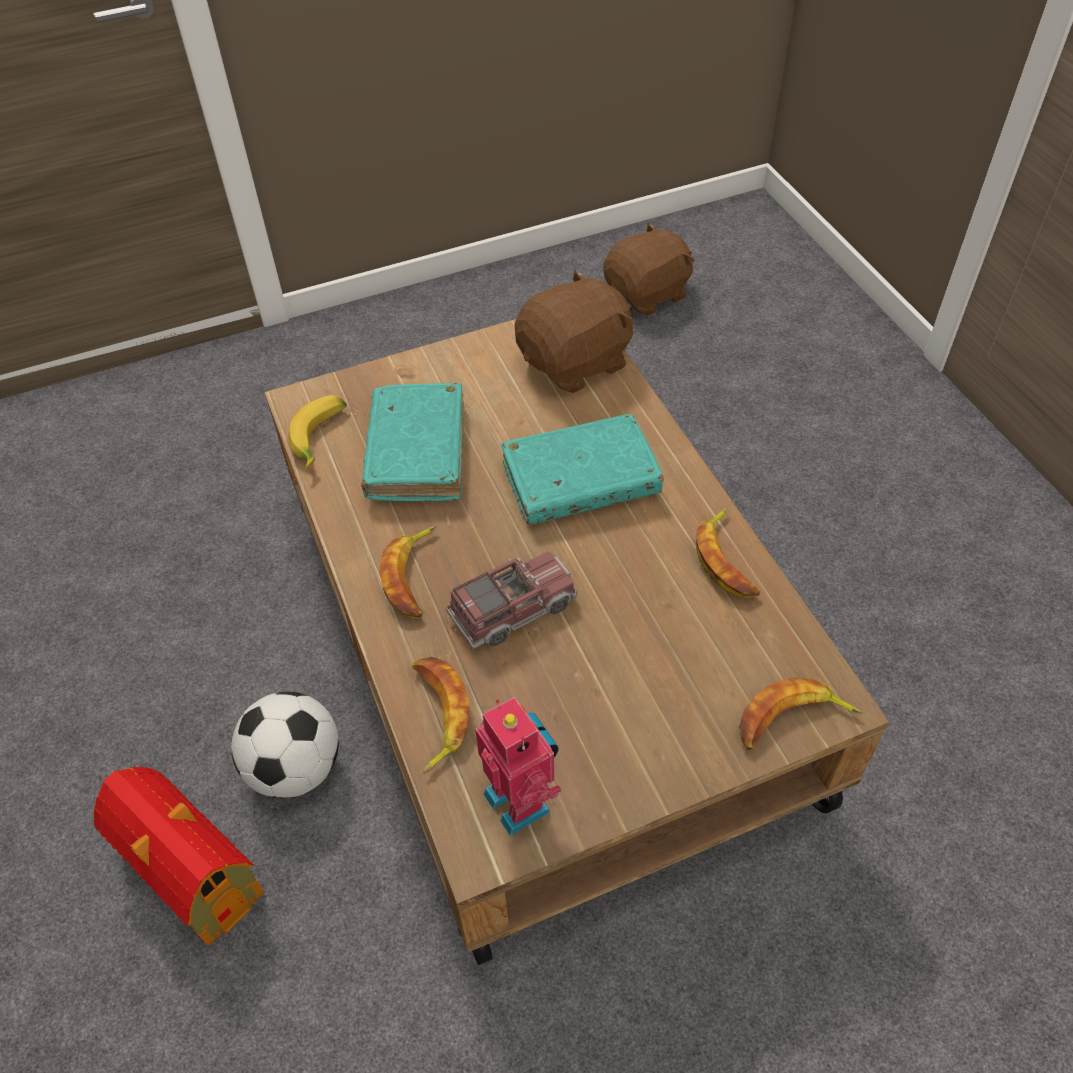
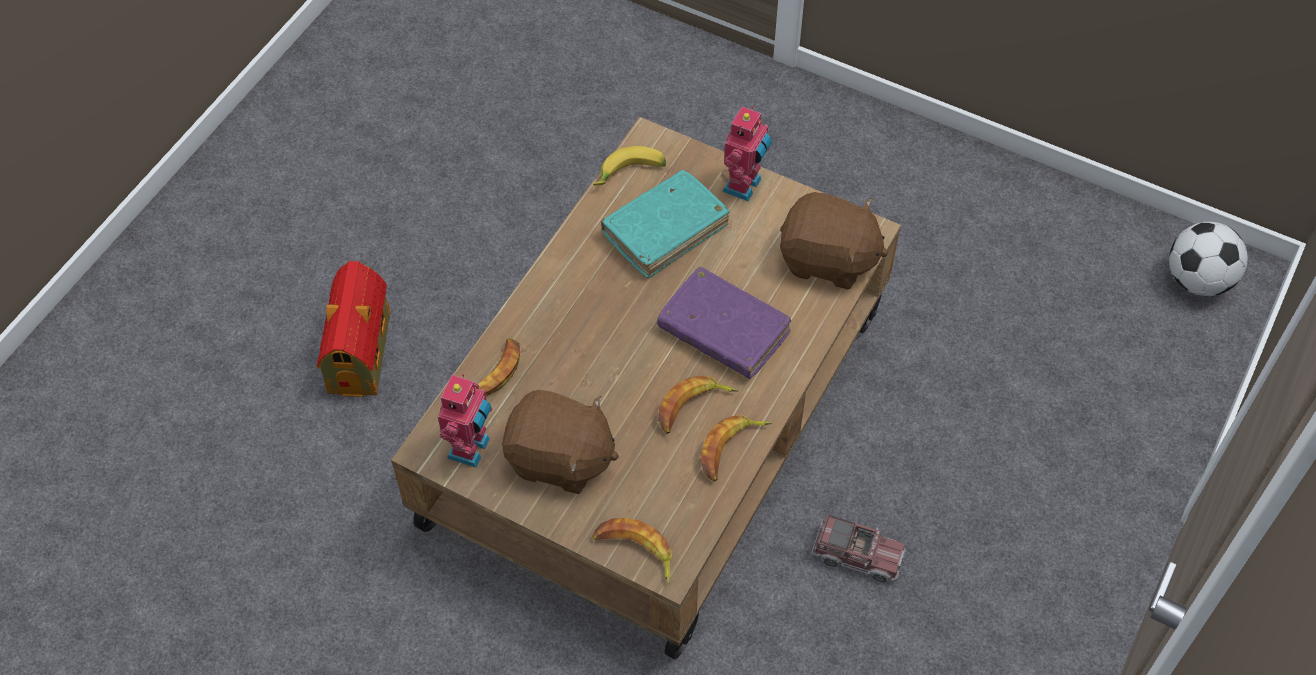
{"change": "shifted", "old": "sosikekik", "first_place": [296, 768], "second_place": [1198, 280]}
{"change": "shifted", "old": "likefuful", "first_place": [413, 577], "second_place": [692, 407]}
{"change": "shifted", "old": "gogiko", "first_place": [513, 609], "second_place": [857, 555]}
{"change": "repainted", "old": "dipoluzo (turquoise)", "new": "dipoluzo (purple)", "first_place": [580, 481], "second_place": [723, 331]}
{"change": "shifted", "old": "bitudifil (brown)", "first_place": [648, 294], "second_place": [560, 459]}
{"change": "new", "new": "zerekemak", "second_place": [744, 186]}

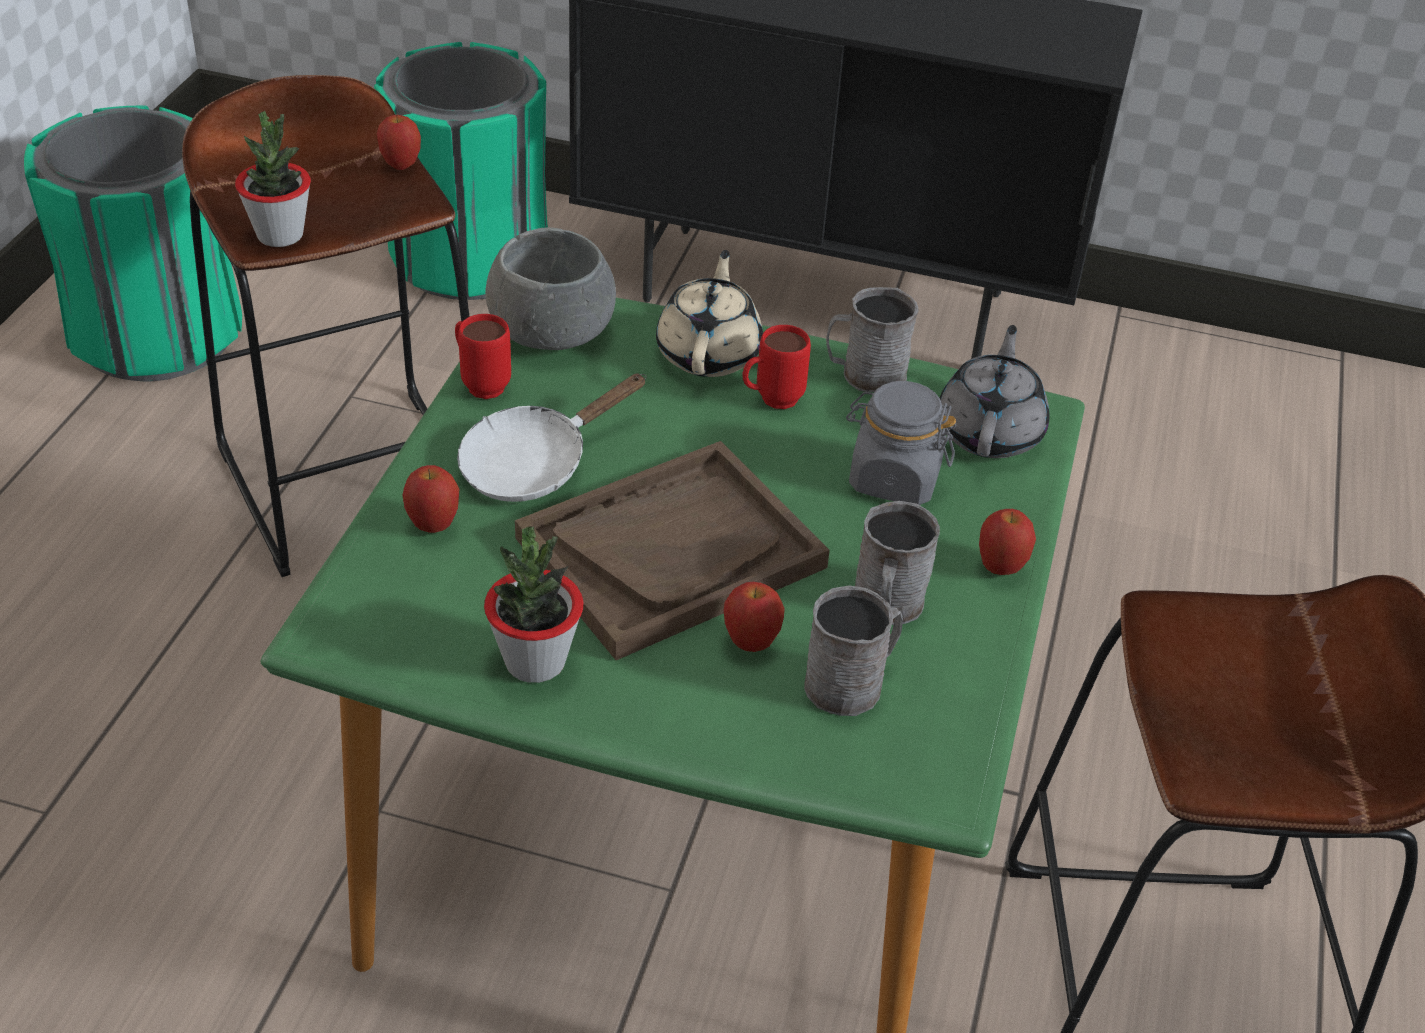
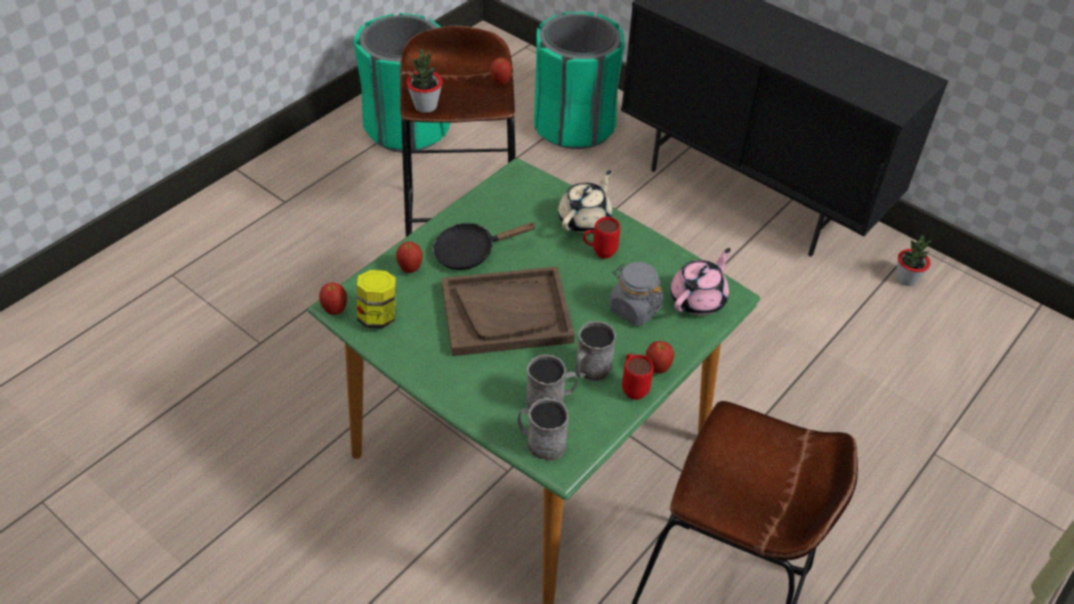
{"change": "shifted", "old": "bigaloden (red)", "first_place": [480, 383], "second_place": [633, 387]}
{"change": "repainted", "old": "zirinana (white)", "new": "zirinana (black)", "first_place": [534, 463], "second_place": [471, 252]}
{"change": "shifted", "old": "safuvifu", "first_place": [535, 662], "second_place": [906, 279]}
{"change": "gone", "old": "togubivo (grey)", "first_place": [551, 328]}
{"change": "shifted", "old": "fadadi", "first_place": [750, 643], "second_place": [335, 310]}
{"change": "shifted", "old": "bigaloden (grey)", "first_place": [865, 374], "second_place": [541, 443]}
{"change": "repainted", "old": "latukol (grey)", "new": "latukol (pink)", "first_place": [990, 431], "second_place": [698, 299]}
{"change": "new", "new": "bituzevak", "second_place": [378, 316]}

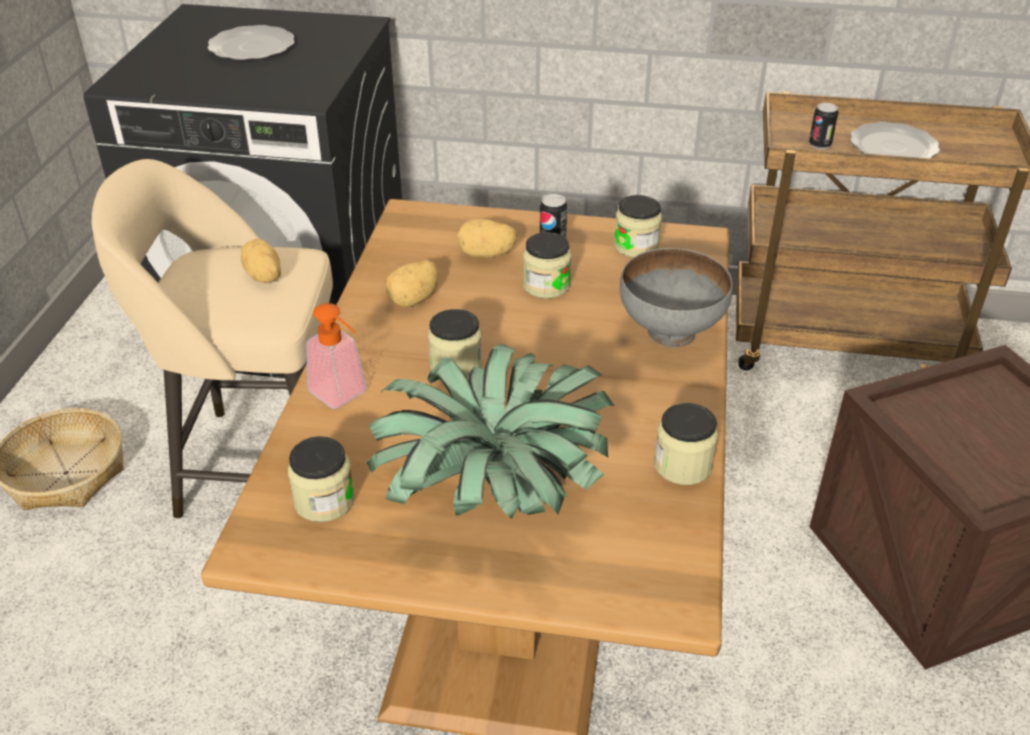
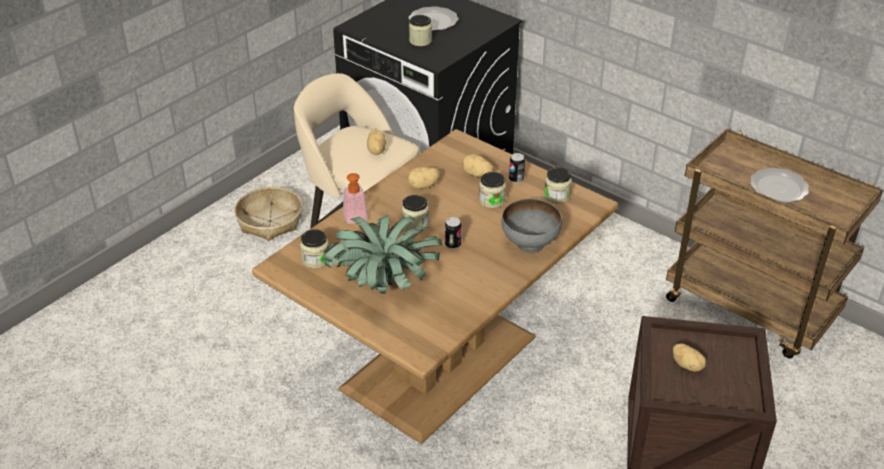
{"change": "shifted", "old": "bituzevak", "first_place": [682, 465], "second_place": [420, 41]}
{"change": "shifted", "old": "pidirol", "first_place": [819, 145], "second_place": [453, 244]}
{"change": "new", "new": "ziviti", "second_place": [687, 365]}

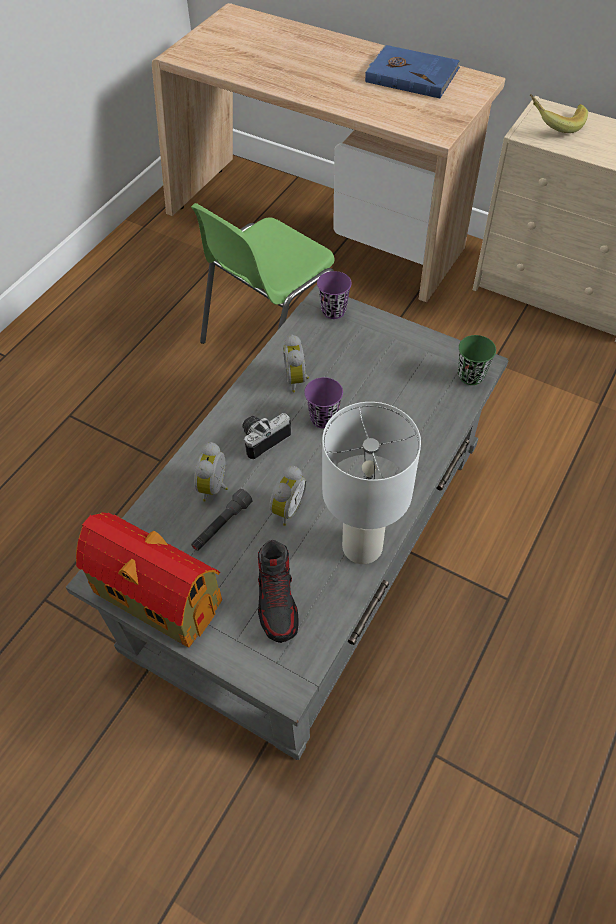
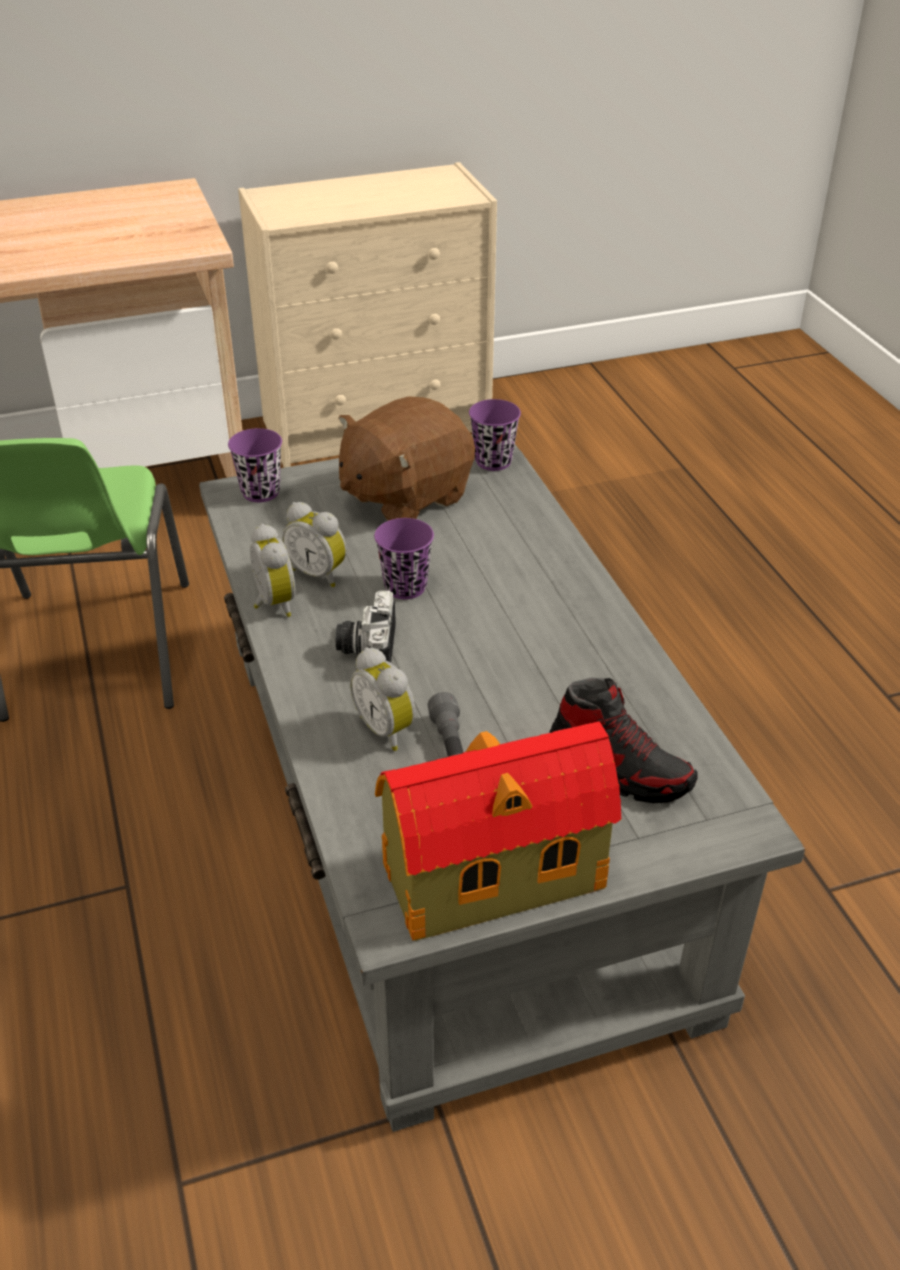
{"change": "shifted", "old": "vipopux", "first_place": [286, 508], "second_place": [272, 604]}
{"change": "gone", "old": "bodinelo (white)", "first_place": [361, 546]}
{"change": "gone", "old": "dipoluzo (blue)", "first_place": [411, 75]}
{"change": "repainted", "old": "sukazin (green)", "new": "sukazin (purple)", "first_place": [471, 376], "second_place": [493, 461]}
{"change": "gone", "old": "likefuful", "first_place": [554, 124]}
{"change": "new", "new": "bitudifil (brown)", "second_place": [404, 496]}

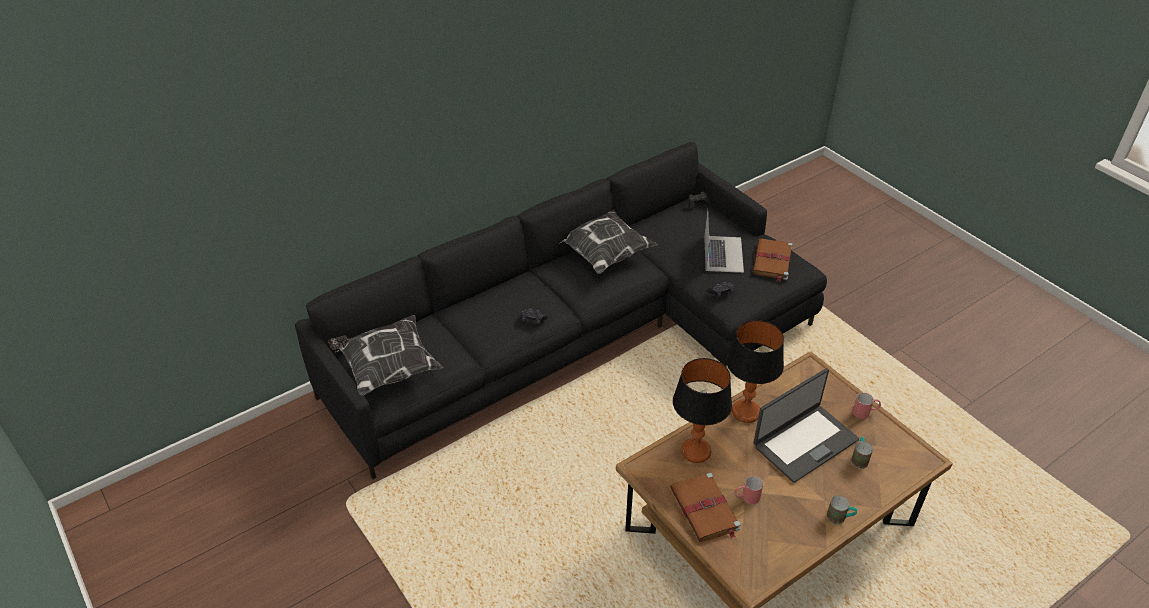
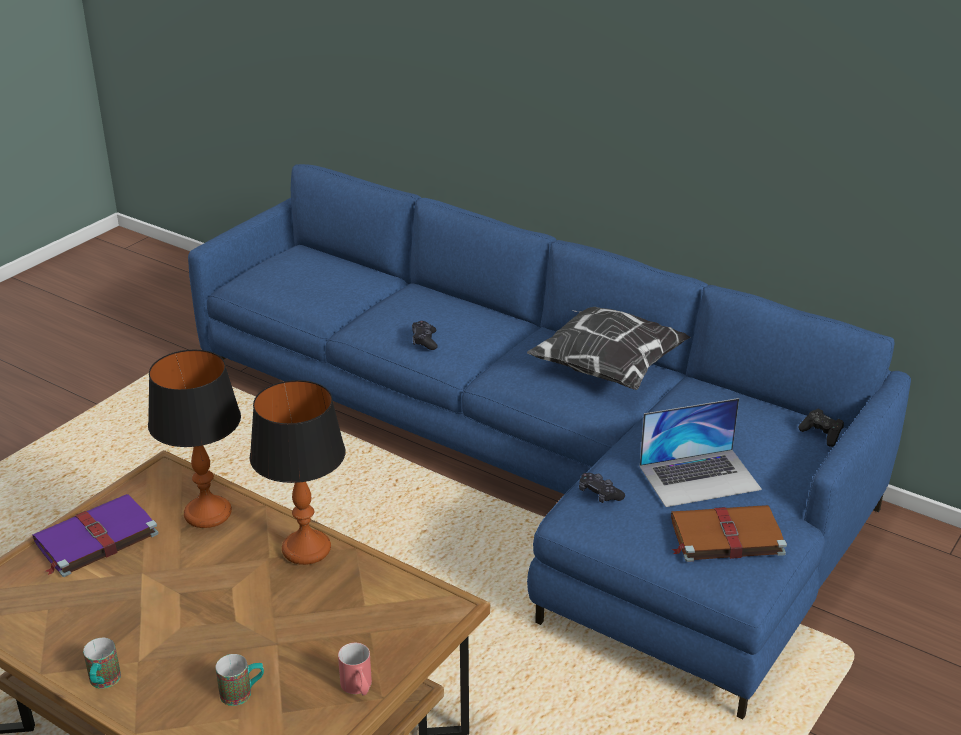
{"change": "repainted", "old": "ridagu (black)", "new": "ridagu (blue)", "first_place": [581, 336], "second_place": [536, 463]}
{"change": "gone", "old": "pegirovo", "first_place": [387, 368]}
{"change": "repainted", "old": "dipoluzo (brown)", "new": "dipoluzo (purple)", "first_place": [705, 510], "second_place": [94, 539]}
{"change": "gone", "old": "bigaloden (red)", "first_place": [746, 498]}
{"change": "gone", "old": "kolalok", "first_place": [804, 442]}

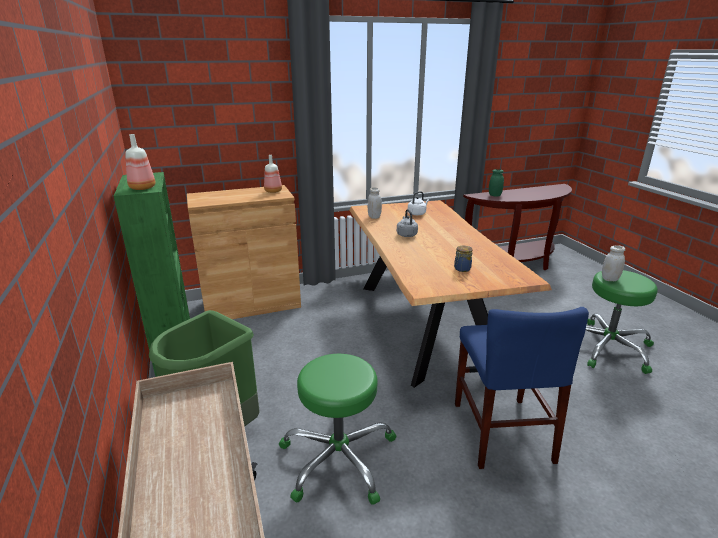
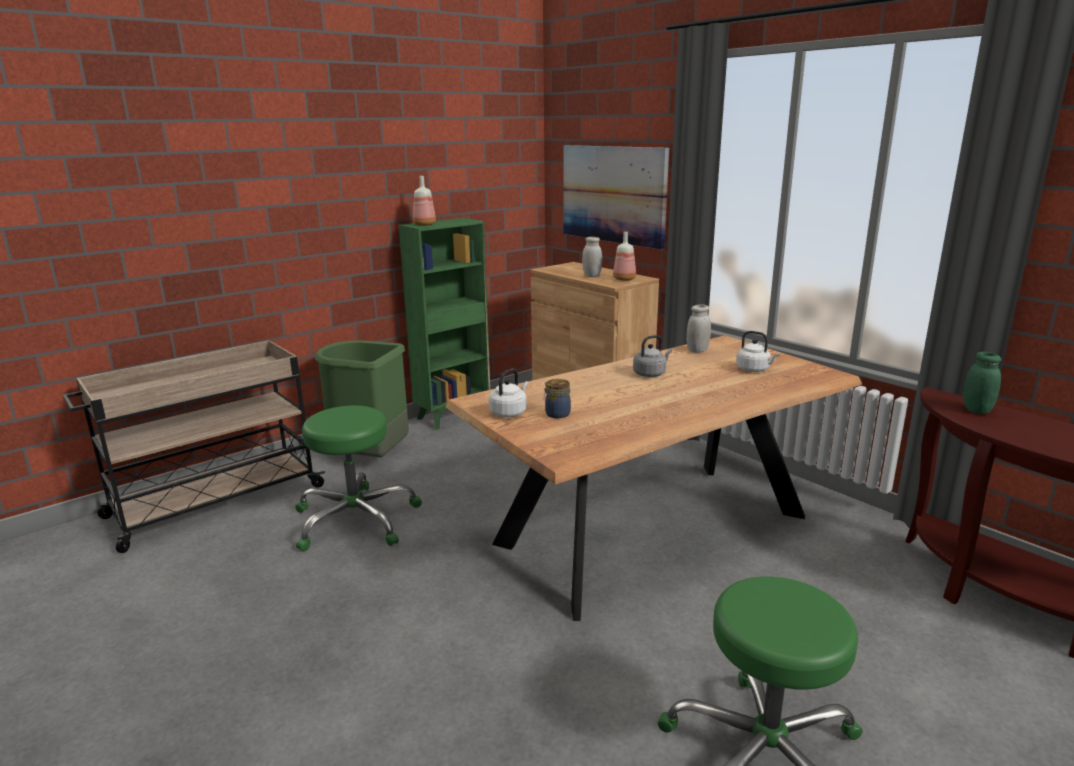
{"change": "gone", "old": "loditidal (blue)", "first_place": [501, 431]}
{"change": "shifted", "old": "bituzevak (white)", "first_place": [610, 279], "second_place": [591, 276]}
{"change": "new", "new": "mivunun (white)", "second_place": [509, 412]}
{"change": "new", "new": "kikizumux", "second_place": [613, 194]}

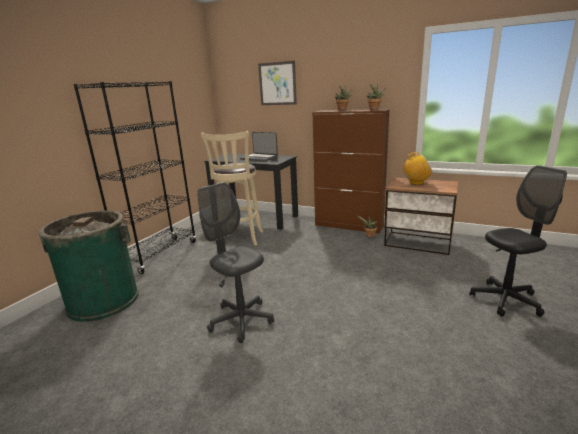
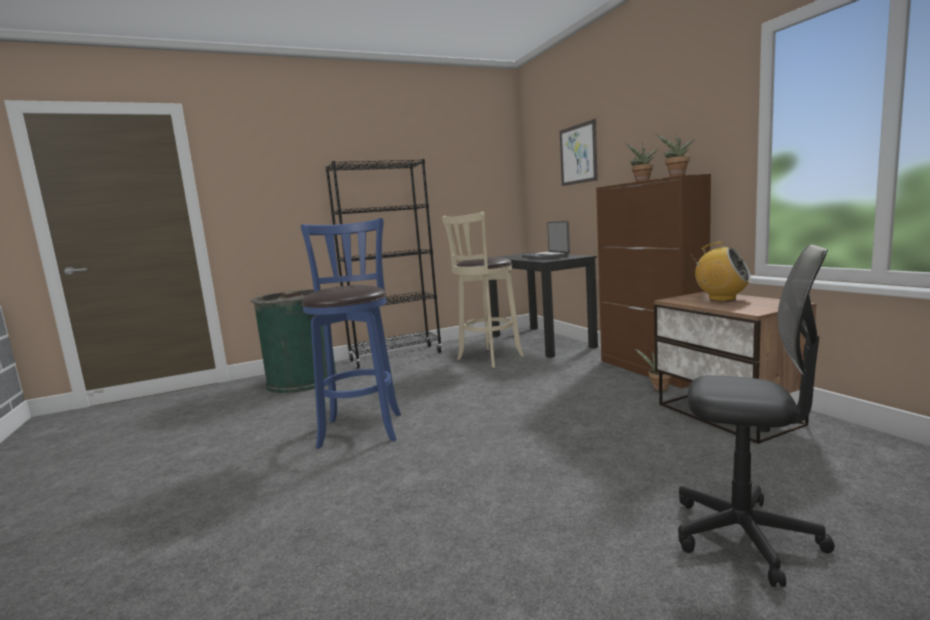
{"change": "swapped", "old": "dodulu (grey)", "new": "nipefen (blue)", "first_place": [241, 320], "second_place": [361, 428]}

